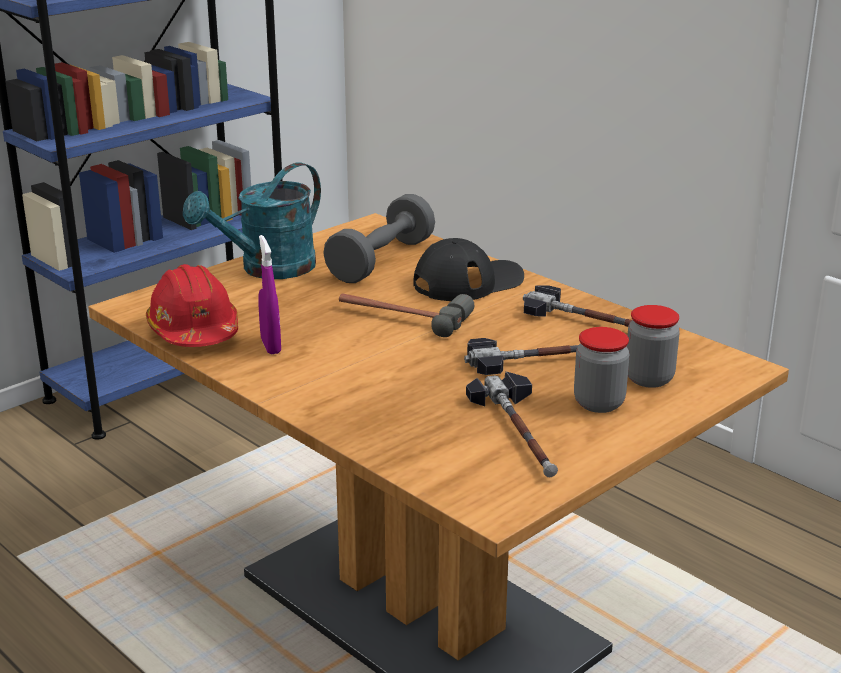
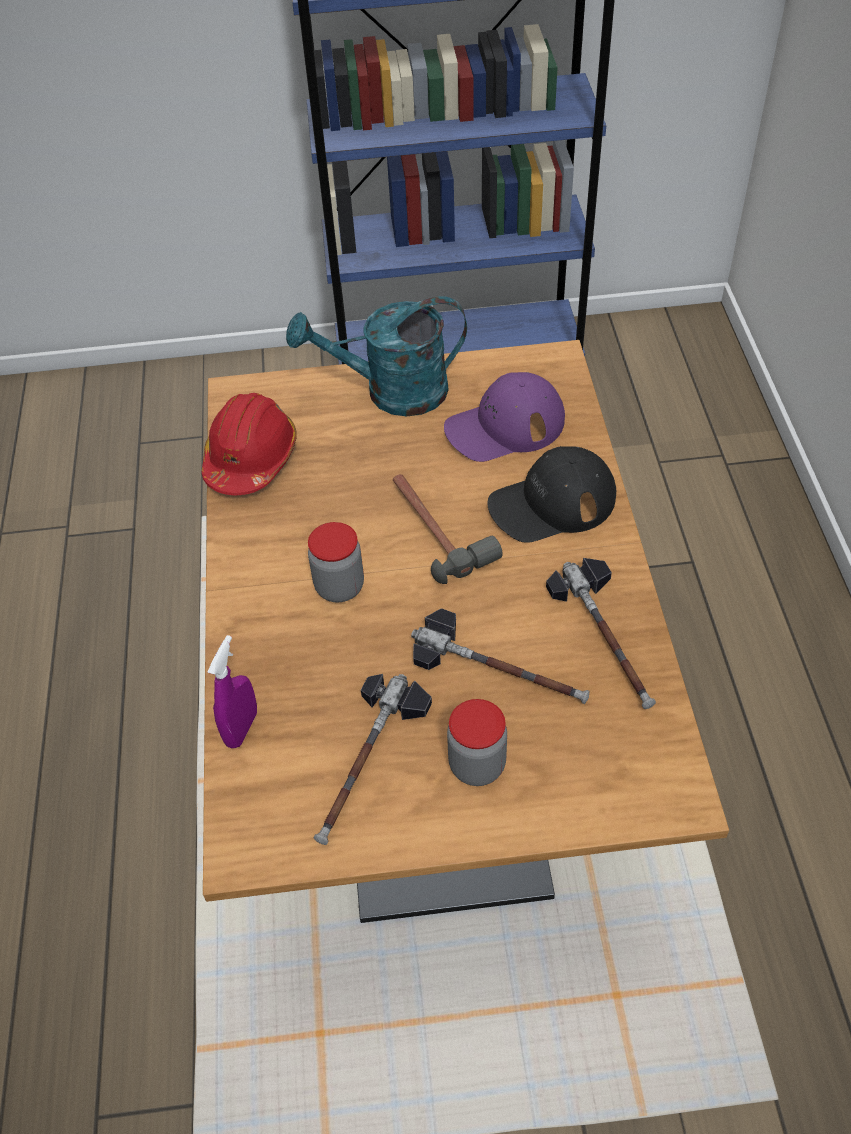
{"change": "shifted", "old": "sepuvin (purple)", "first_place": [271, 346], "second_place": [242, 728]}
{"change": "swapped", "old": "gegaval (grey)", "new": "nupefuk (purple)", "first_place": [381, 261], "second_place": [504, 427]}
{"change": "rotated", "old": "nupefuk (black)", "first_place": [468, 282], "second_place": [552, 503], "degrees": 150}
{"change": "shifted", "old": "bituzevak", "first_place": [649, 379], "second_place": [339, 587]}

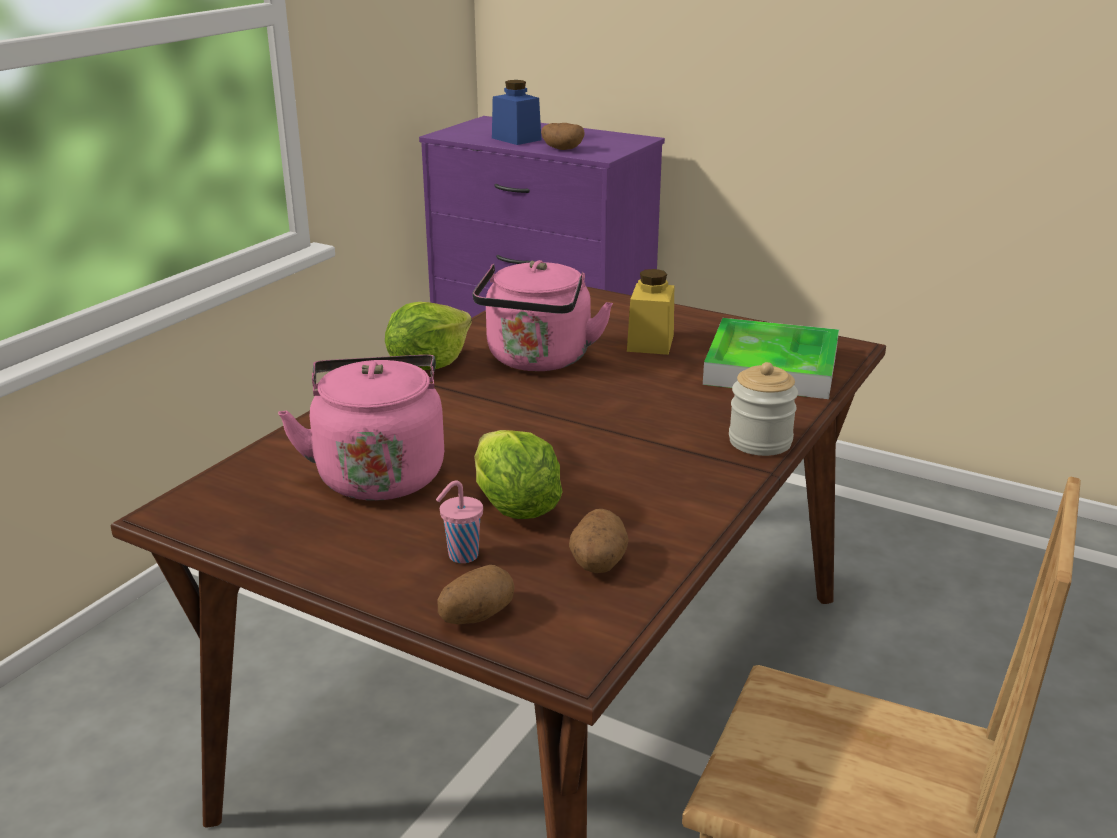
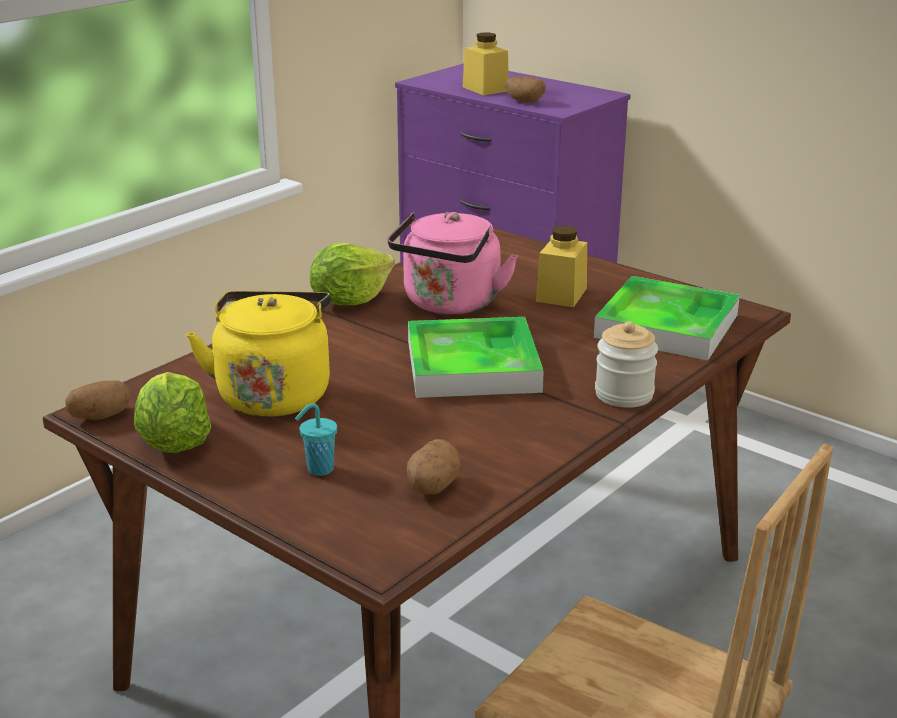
{"change": "repainted", "old": "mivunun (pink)", "new": "mivunun (yellow)", "first_place": [379, 473], "second_place": [274, 393]}
{"change": "repainted", "old": "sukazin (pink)", "new": "sukazin (turquoise)", "first_place": [461, 556], "second_place": [318, 469]}
{"change": "shifted", "old": "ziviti", "first_place": [476, 615], "second_place": [101, 416]}
{"change": "shifted", "old": "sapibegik", "first_place": [514, 508], "second_place": [174, 442]}
{"change": "repainted", "old": "bituzevak (blue)", "new": "bituzevak (yellow)", "first_place": [516, 139], "second_place": [485, 89]}
{"change": "new", "new": "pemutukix", "second_place": [472, 366]}

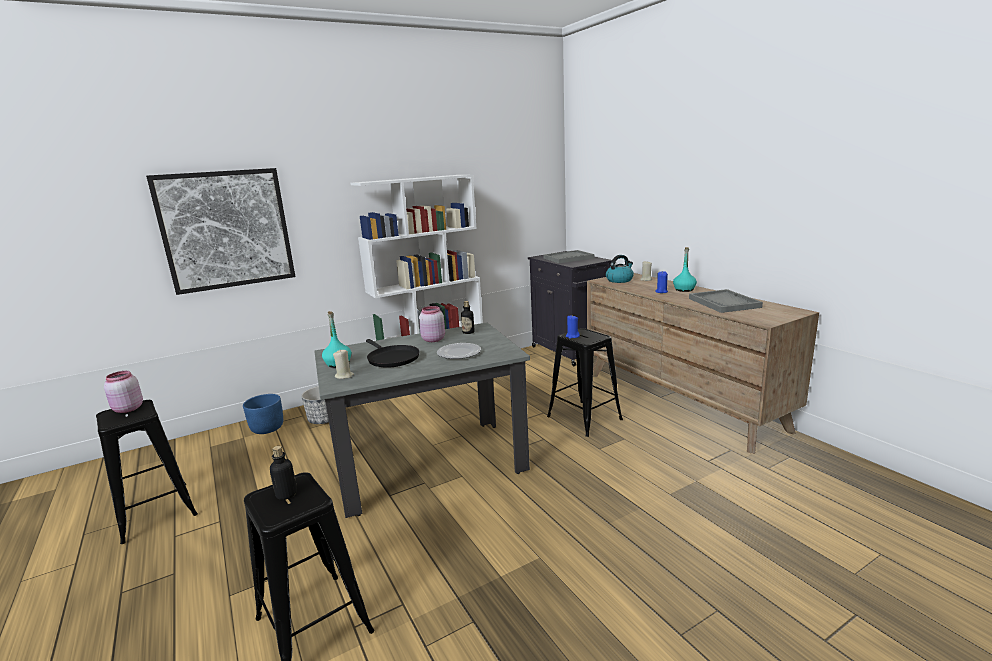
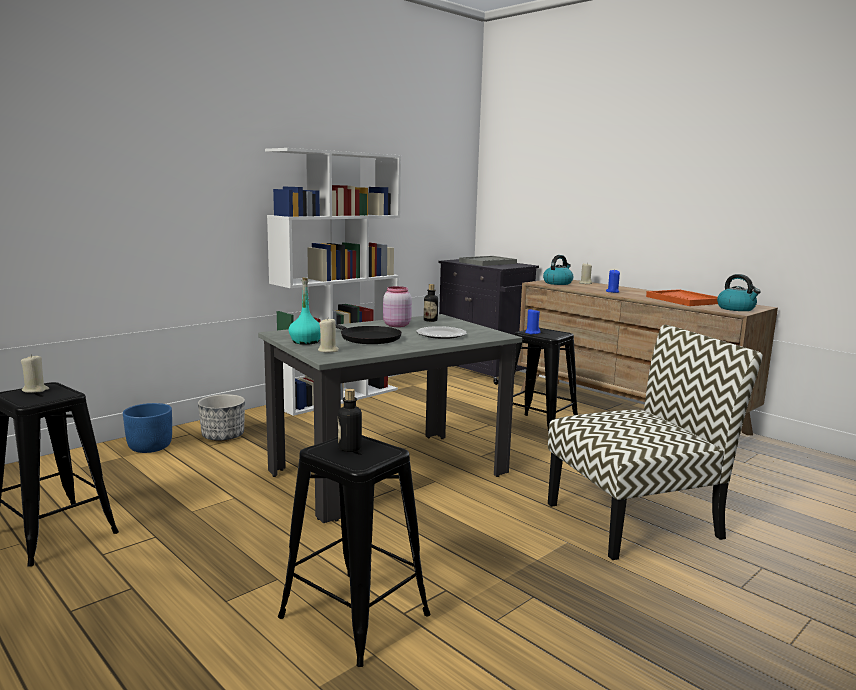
{"change": "swapped", "old": "bituzevak (pink)", "new": "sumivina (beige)", "first_place": [127, 409], "second_place": [35, 390]}
{"change": "gone", "old": "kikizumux", "first_place": [226, 230]}
{"change": "gone", "old": "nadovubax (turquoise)", "first_place": [684, 289]}
{"change": "repainted", "old": "pemutukix (grey)", "new": "pemutukix (orange)", "first_place": [724, 303], "second_place": [684, 300]}
{"change": "new", "new": "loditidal", "second_place": [635, 519]}
{"change": "new", "new": "mivunun", "second_place": [736, 309]}

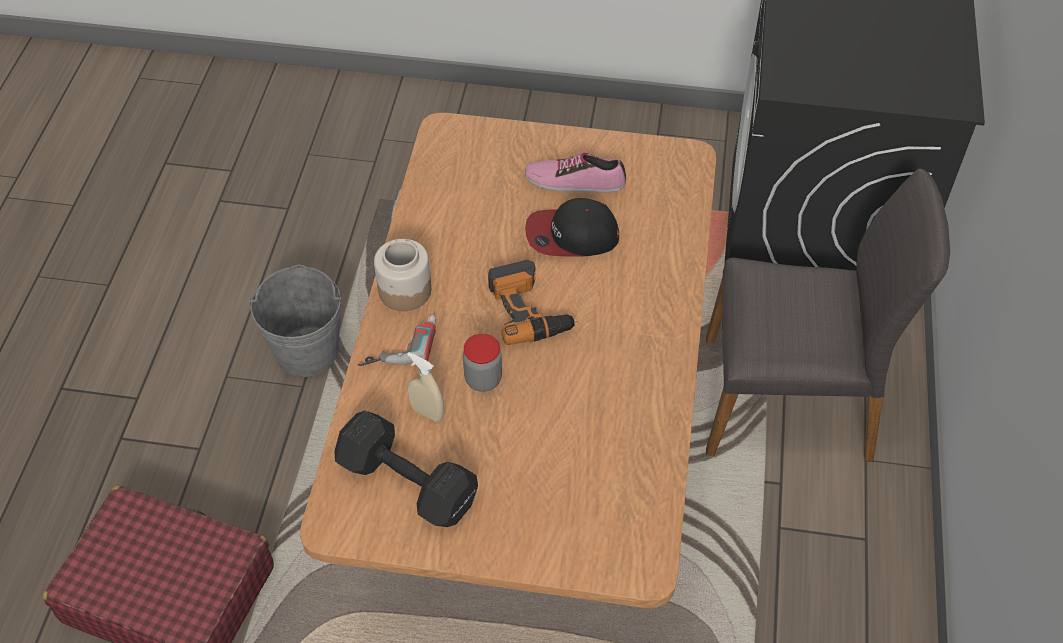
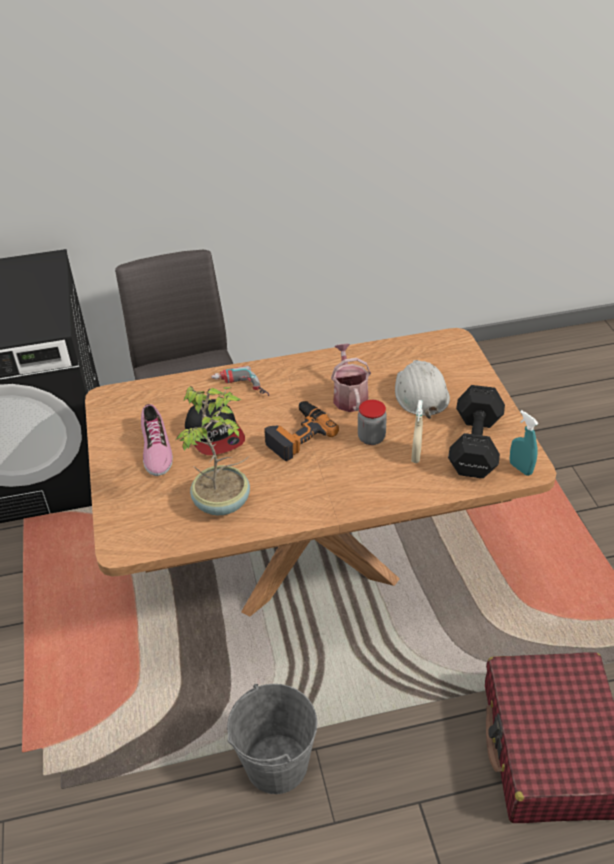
{"change": "shifted", "old": "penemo", "first_place": [399, 344], "second_place": [240, 388]}
{"change": "gone", "old": "bituzevak", "first_place": [404, 290]}
{"change": "new", "new": "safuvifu", "second_place": [223, 503]}
{"change": "new", "new": "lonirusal", "second_place": [349, 396]}
{"change": "new", "new": "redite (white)", "second_place": [420, 394]}
{"change": "new", "new": "sepuvin (turquoise)", "second_place": [520, 468]}

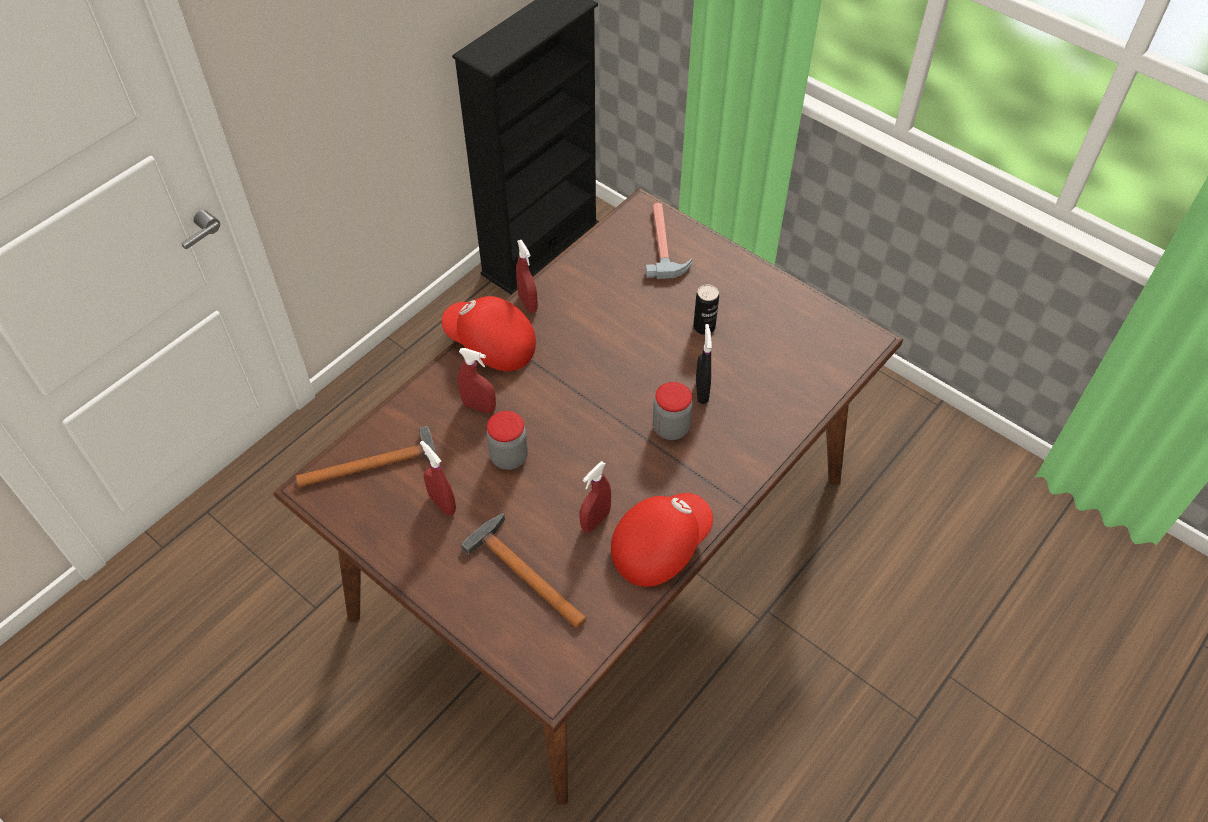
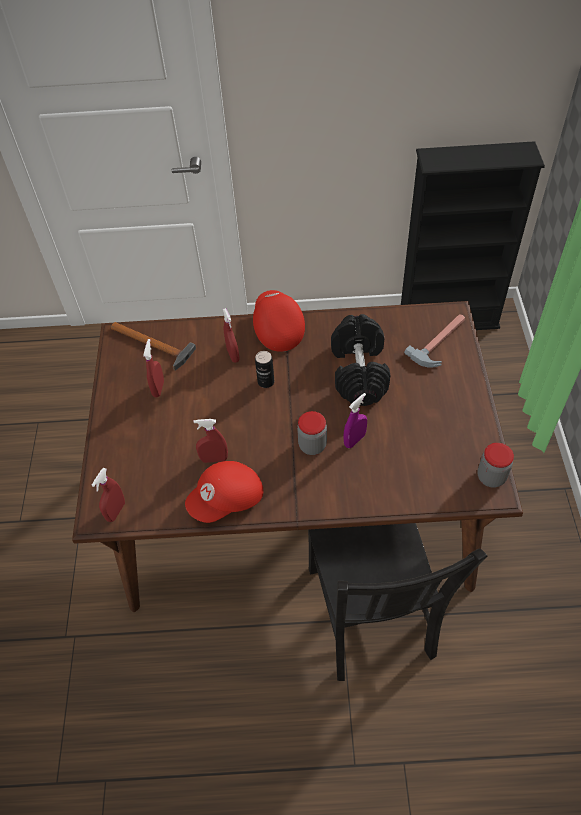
{"change": "gone", "old": "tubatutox", "first_place": [524, 571]}
{"change": "shifted", "old": "bituzevak", "first_place": [509, 457], "second_place": [491, 477]}
{"change": "shifted", "old": "sepuvin (red)", "first_place": [528, 303], "second_place": [116, 511]}
{"change": "rotated", "old": "nupefuk (red)", "first_place": [659, 546], "second_place": [227, 500], "degrees": 135}
{"change": "shifted", "old": "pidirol", "first_place": [704, 327], "second_place": [266, 382]}
{"change": "repainted", "old": "sepuvin (black)", "new": "sepuvin (purple)", "first_place": [701, 391], "second_place": [354, 440]}
{"change": "new", "new": "loditidal (black)", "second_place": [371, 616]}
{"change": "new", "new": "gegaval (black)", "second_place": [358, 371]}

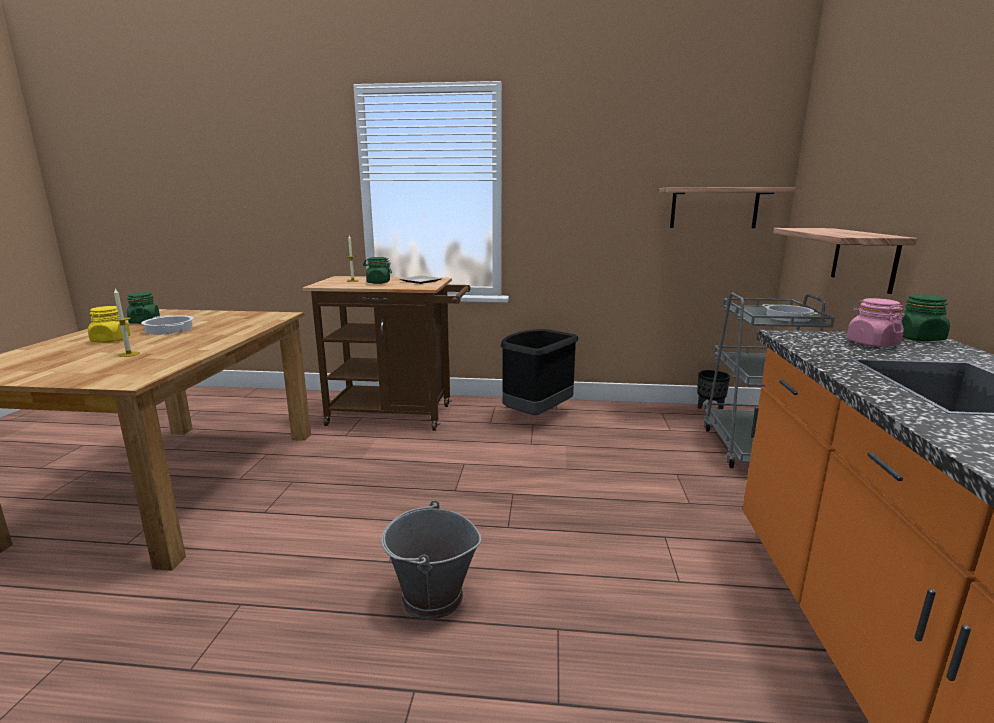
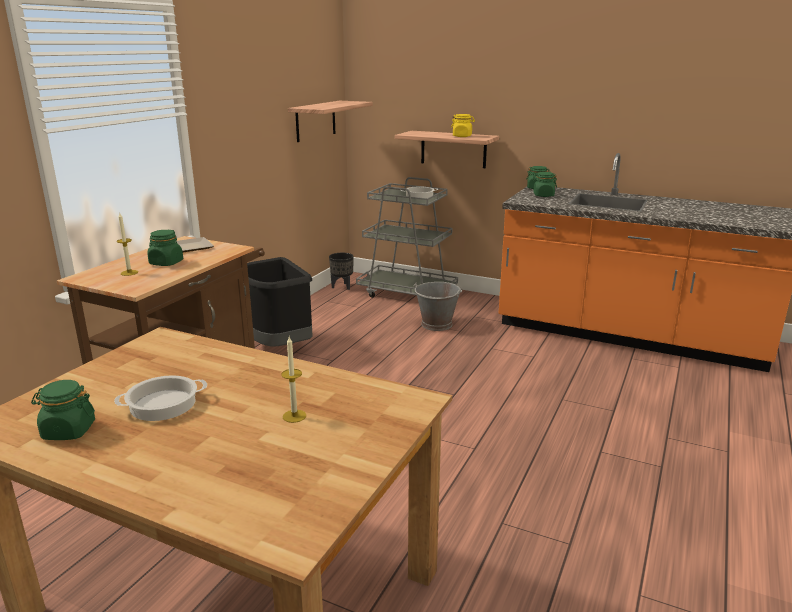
{"change": "shifted", "old": "bituzevak (yellow)", "first_place": [111, 340], "second_place": [462, 136]}
{"change": "shifted", "old": "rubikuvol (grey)", "first_place": [432, 598], "second_place": [437, 324]}
{"change": "repainted", "old": "bituzevak (pink)", "new": "bituzevak (green)", "first_place": [871, 343], "second_place": [543, 195]}

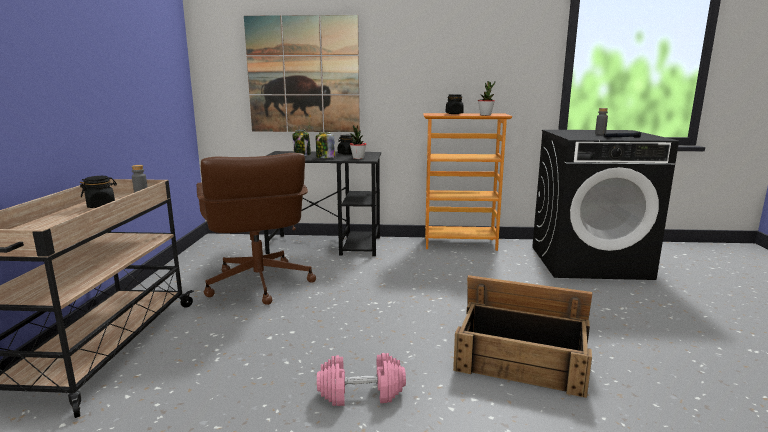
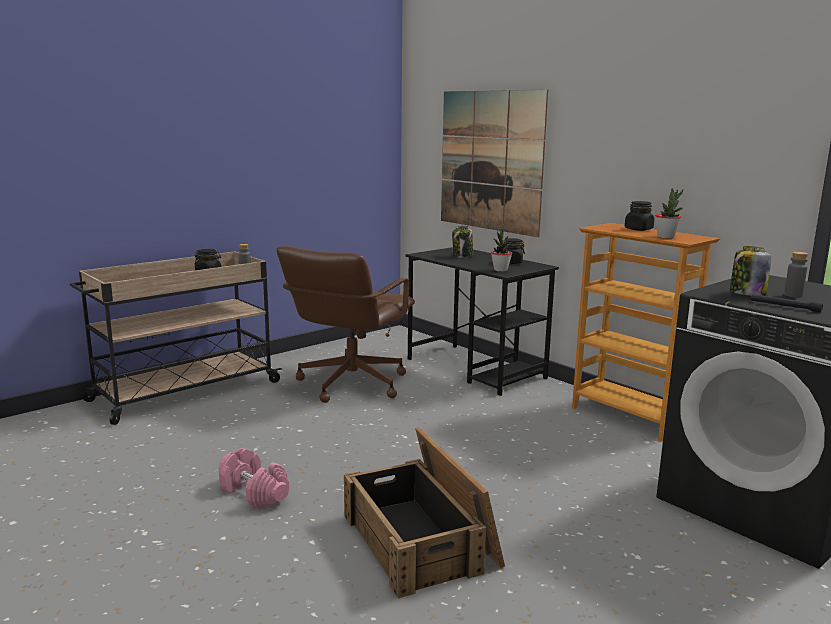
{"change": "shifted", "old": "bituzevak", "first_place": [325, 158], "second_place": [746, 294]}

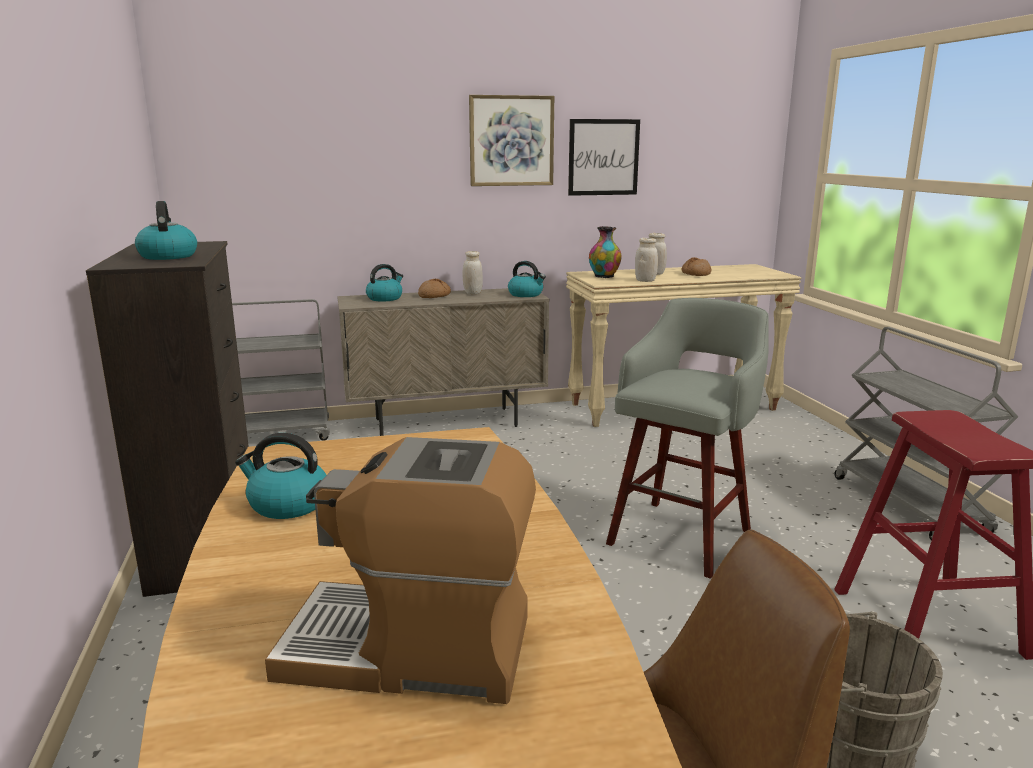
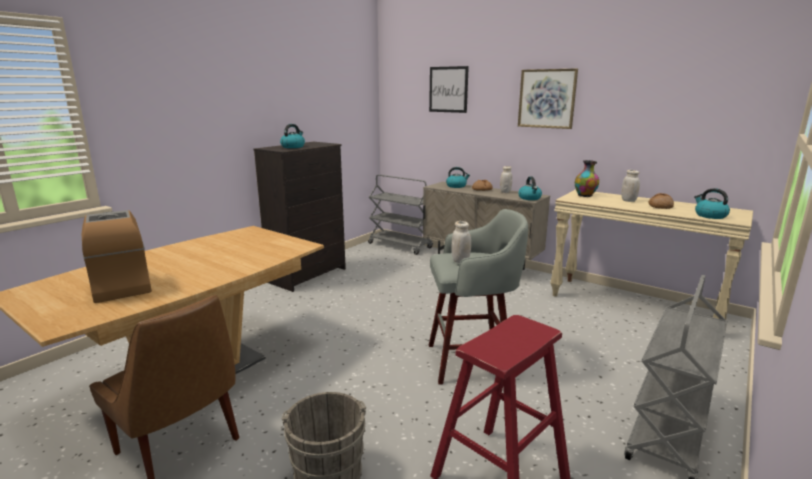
{"change": "shifted", "old": "mivunun", "first_place": [287, 504], "second_place": [710, 215]}
{"change": "shifted", "old": "kikizumux", "first_place": [603, 157], "second_place": [448, 89]}
{"change": "shifted", "old": "bituzevak (white)", "first_place": [645, 281], "second_place": [460, 261]}

